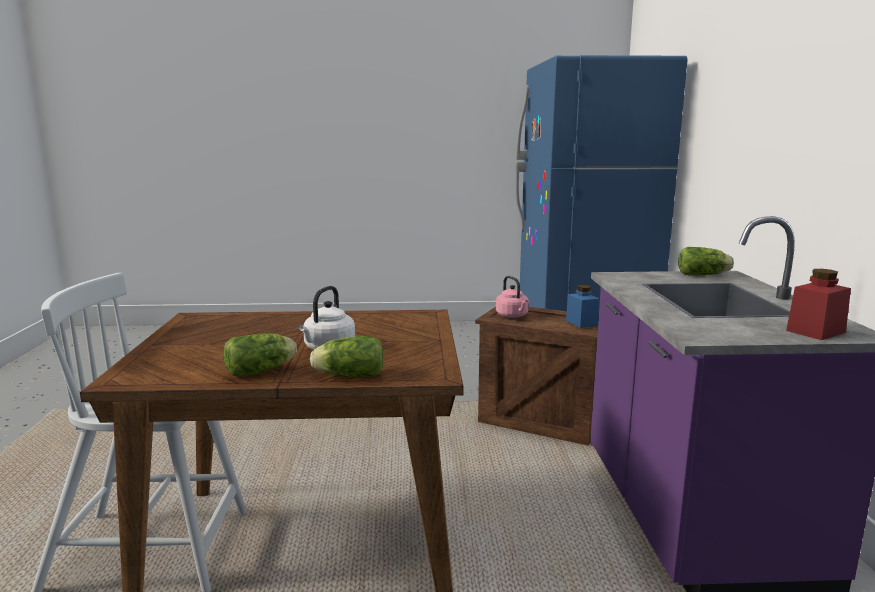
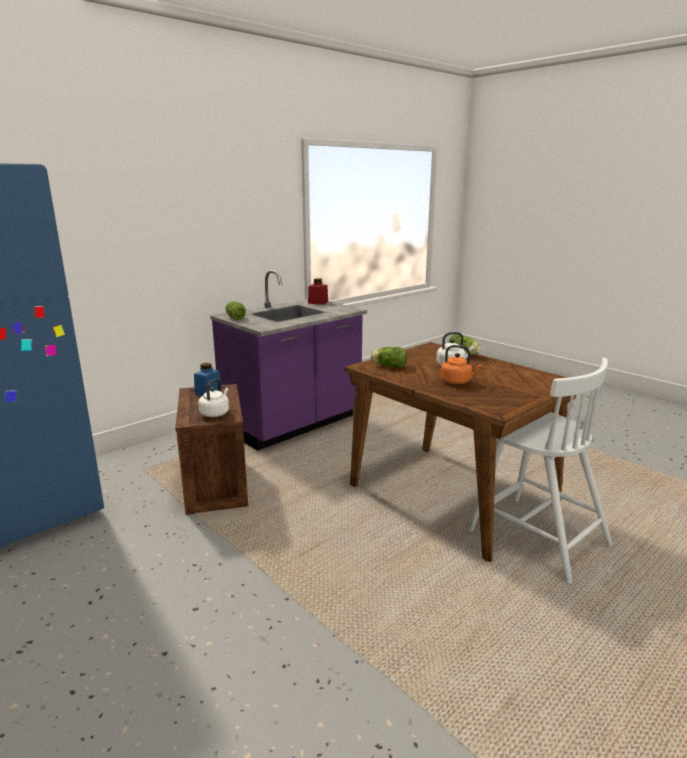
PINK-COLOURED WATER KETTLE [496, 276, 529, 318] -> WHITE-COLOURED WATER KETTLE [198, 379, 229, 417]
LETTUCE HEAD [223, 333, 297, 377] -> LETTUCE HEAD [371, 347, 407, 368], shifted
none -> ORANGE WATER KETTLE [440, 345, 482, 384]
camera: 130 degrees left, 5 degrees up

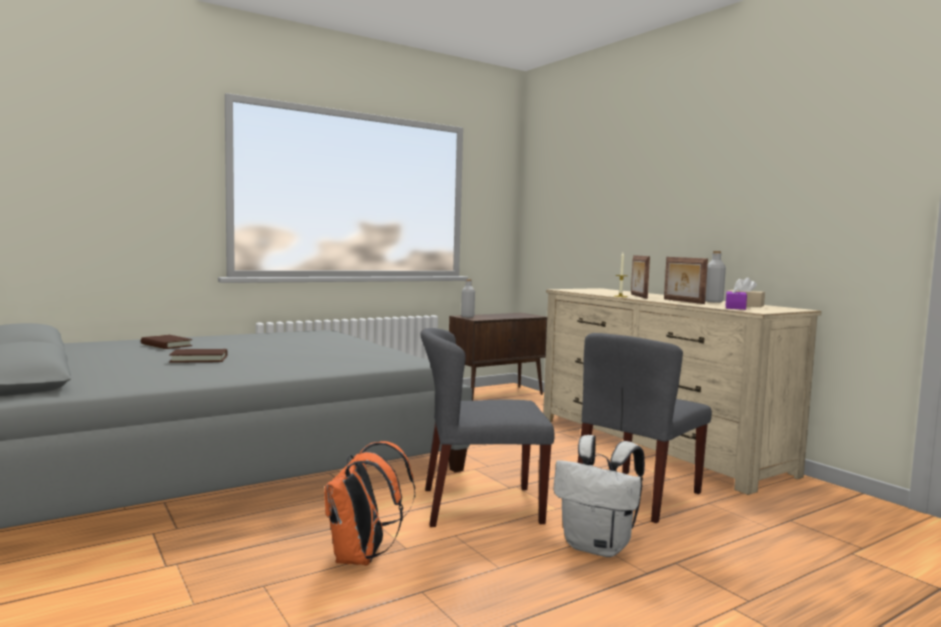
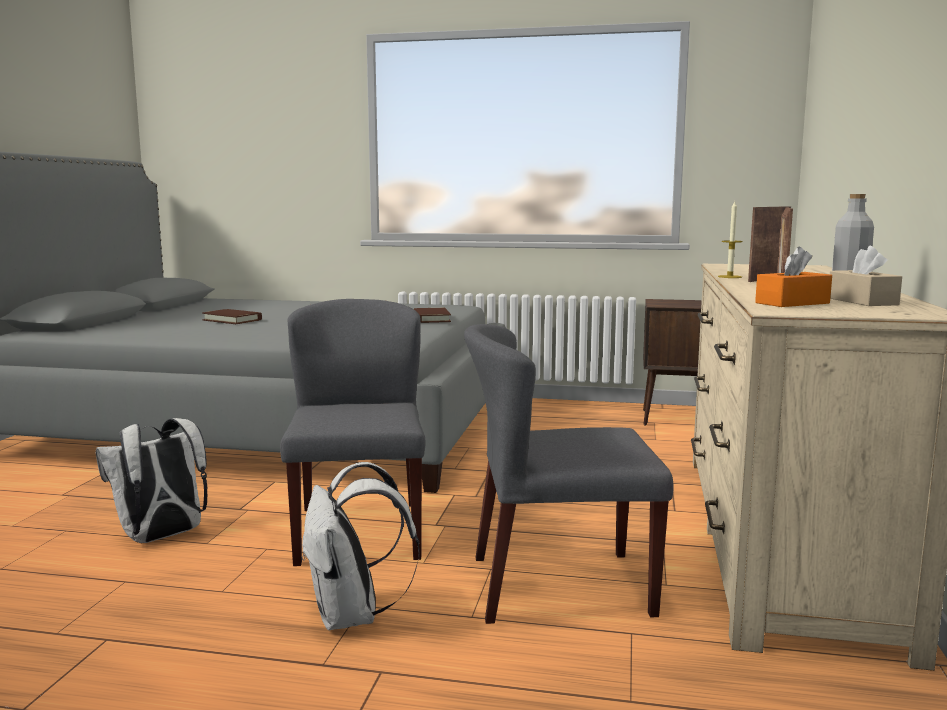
ORANGE BACKPACK [324, 441, 415, 565] -> WHITE-COLOURED BACKPACK [96, 418, 208, 543]
GREY CHAIR [420, 328, 554, 527] -> GREY CHAIR [280, 299, 425, 566], 45 degrees clockwise
BROWNISH BOUND BOOK [141, 335, 193, 349] -> BROWNISH BOUND BOOK [414, 308, 451, 323], shifted
PURPLE-COLOURED BOX OF TISSUES [725, 279, 747, 310] -> ORANGE BOX OF TISSUES [755, 247, 832, 307]
GREY BEVERAGE BOTTLE [461, 279, 475, 317] -> none
camera: 45 degrees right, 5 degrees up

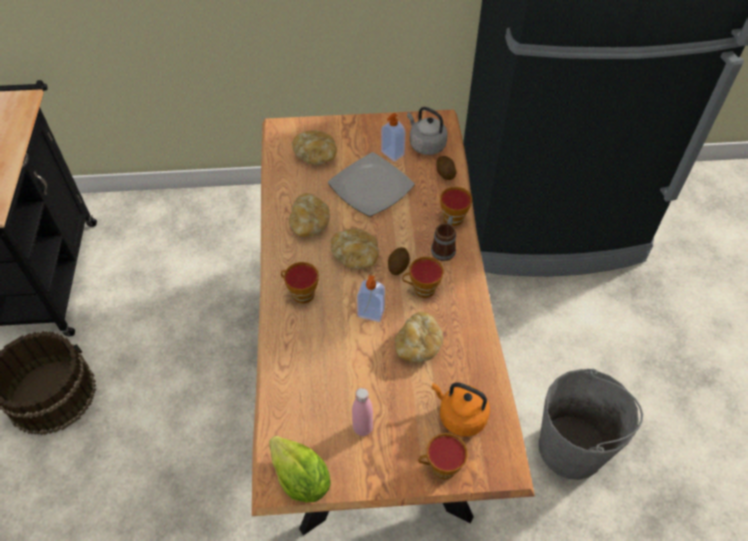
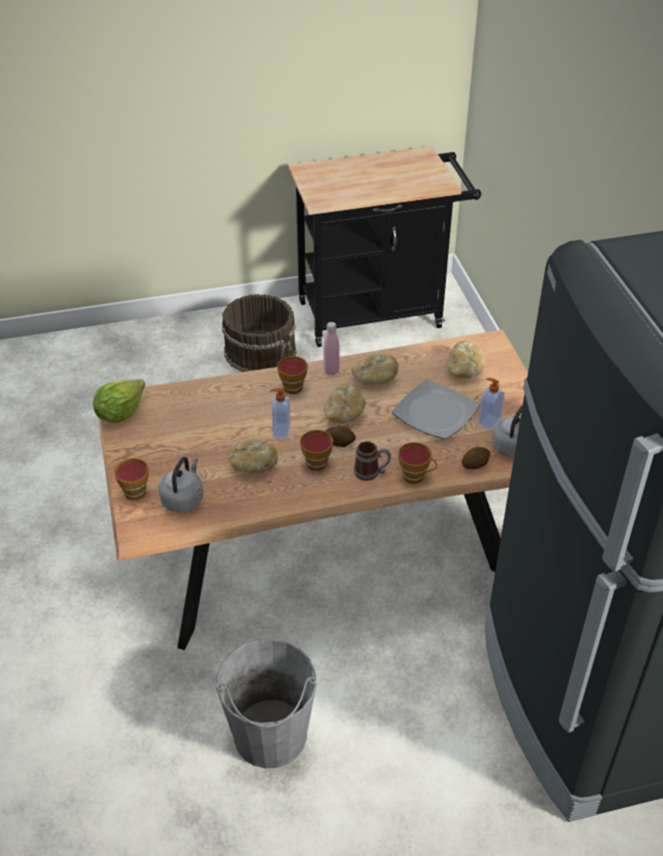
ORANGE WATER KETTLE [432, 383, 490, 437] -> GREY WATER KETTLE [159, 457, 203, 512]
PINK-COLOURED BEVERAGE BOTTLE [352, 388, 373, 436] -> PINK-COLOURED BEVERAGE BOTTLE [323, 322, 339, 375], shifted
camera: 80 degrees right, 10 degrees down

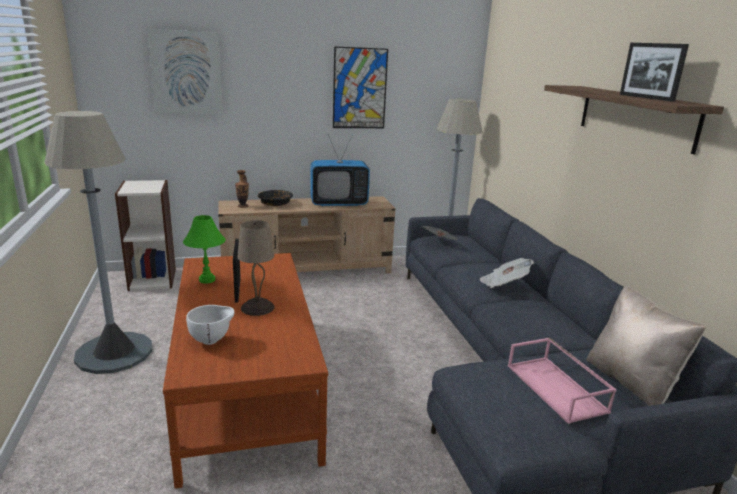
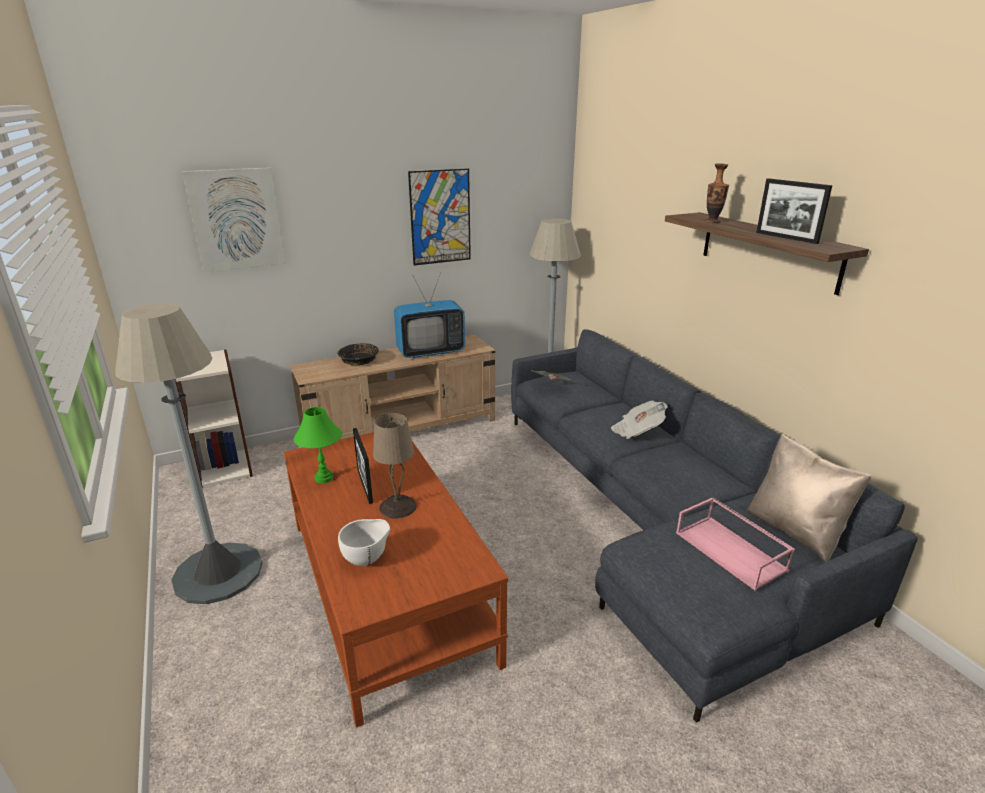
VASE [235, 170, 249, 208] -> VASE [705, 164, 729, 223], shifted
camera: 10 degrees left, 5 degrees up

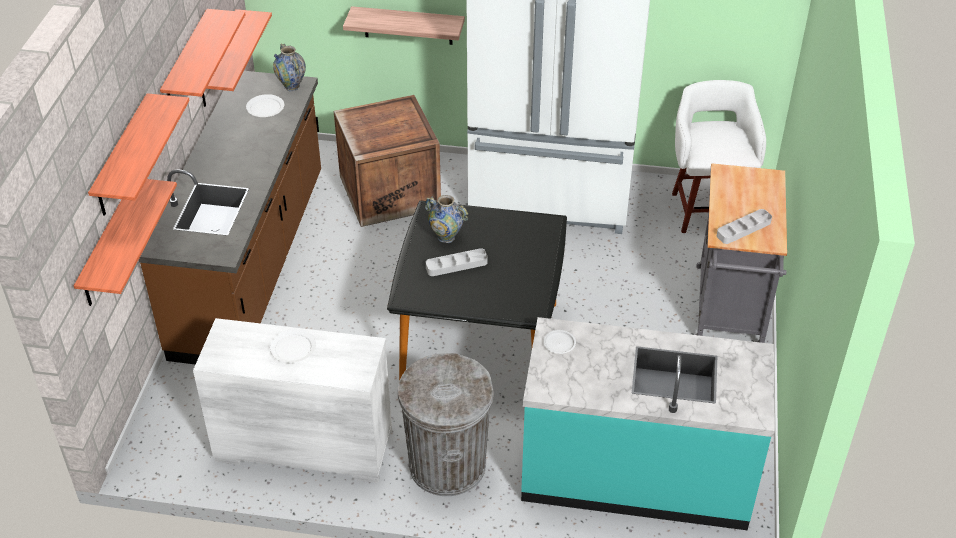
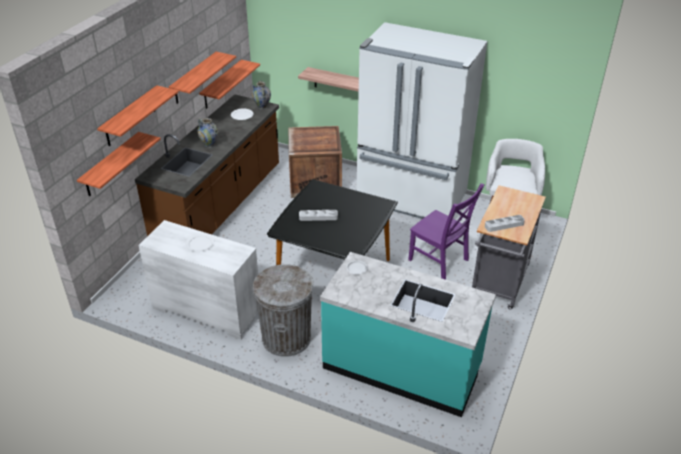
VASE [425, 195, 468, 243] -> VASE [197, 118, 218, 148], shifted
none -> PURPLE-COLOURED CHAIR [408, 183, 485, 280]
camera: 15 degrees right, 5 degrees down

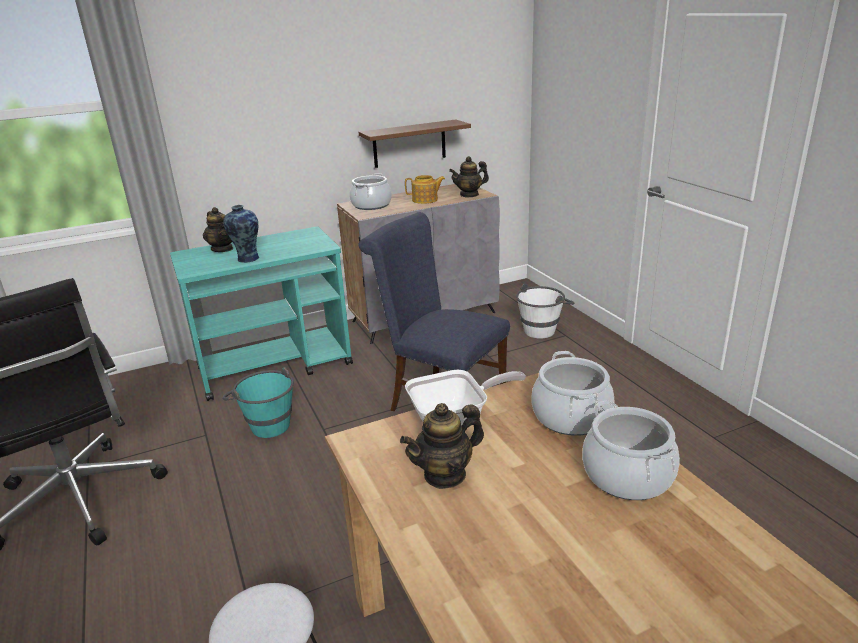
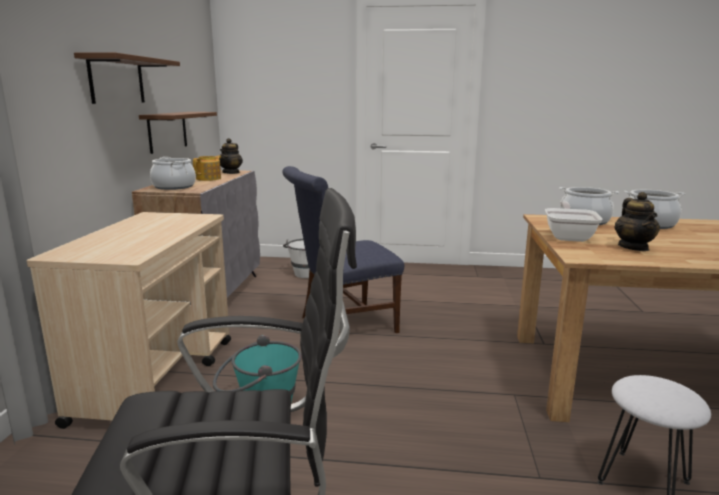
TURQUOISE-COLOURED TROLLEY [170, 226, 353, 401] -> SAND-COLOURED TROLLEY [26, 212, 231, 429]
none -> BROWNISH WALL SHELF [74, 52, 180, 104]
POT FOR TEA [203, 207, 233, 252] -> none
VASE [223, 205, 259, 263] -> none
camera: 60 degrees left, 10 degrees down

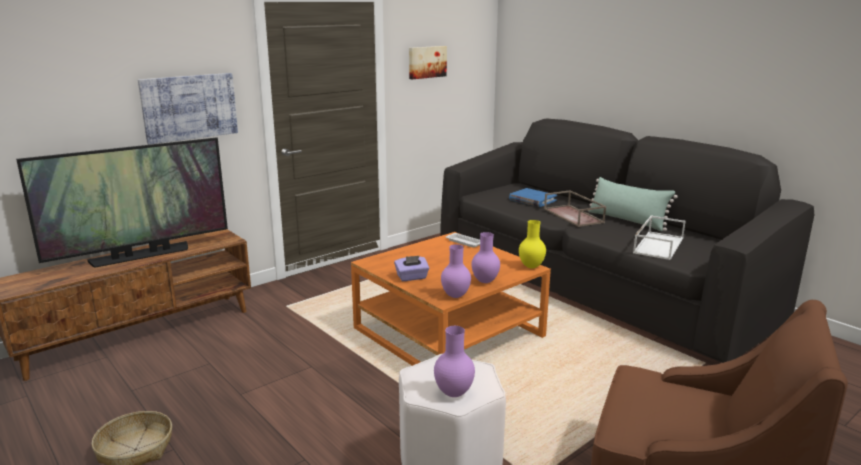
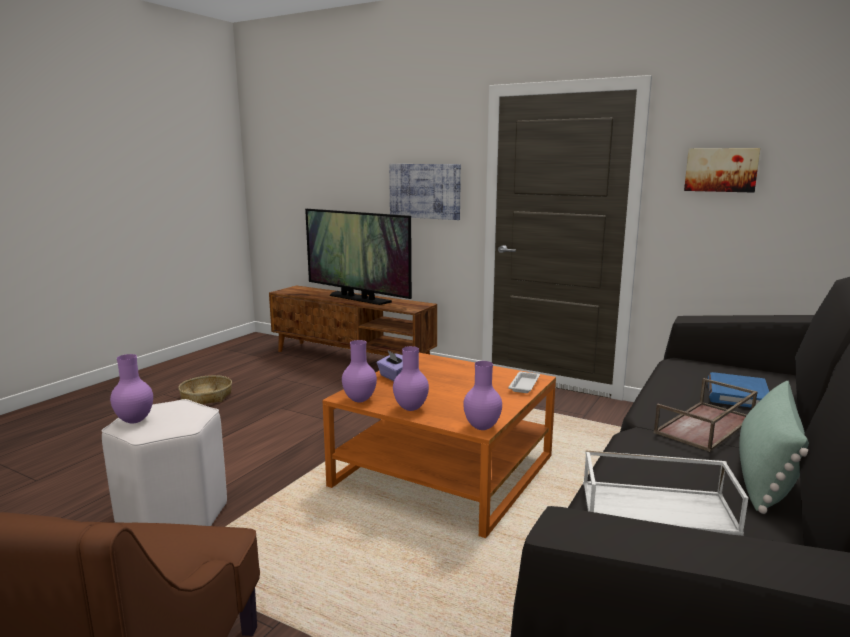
YELLOW-COLOURED VASE [519, 220, 546, 268] -> PURPLE-COLOURED VASE [463, 361, 502, 430]
camera: 70 degrees right, 5 degrees down

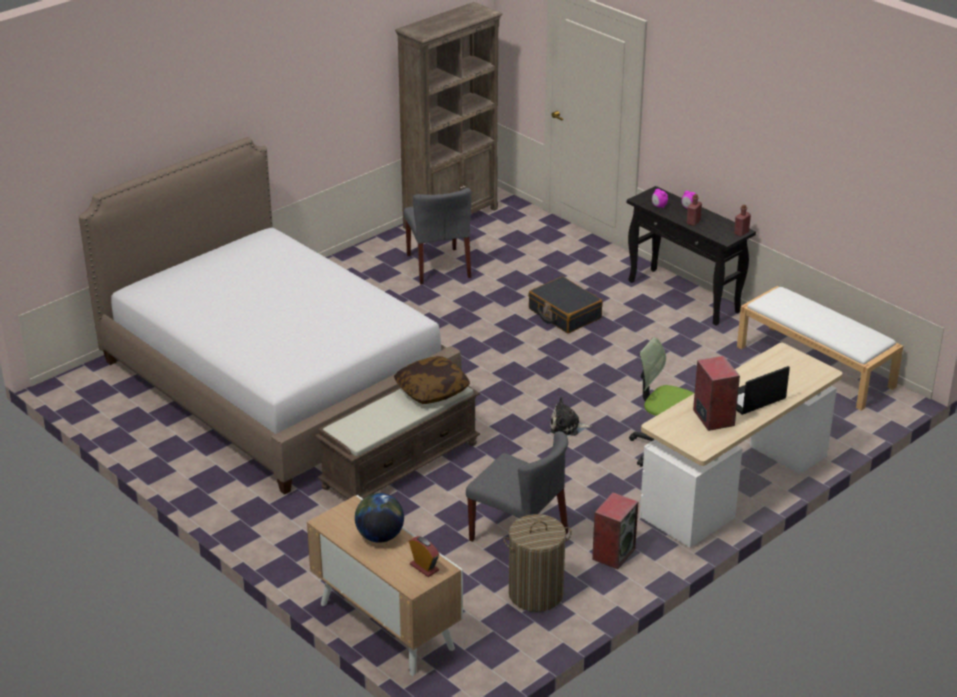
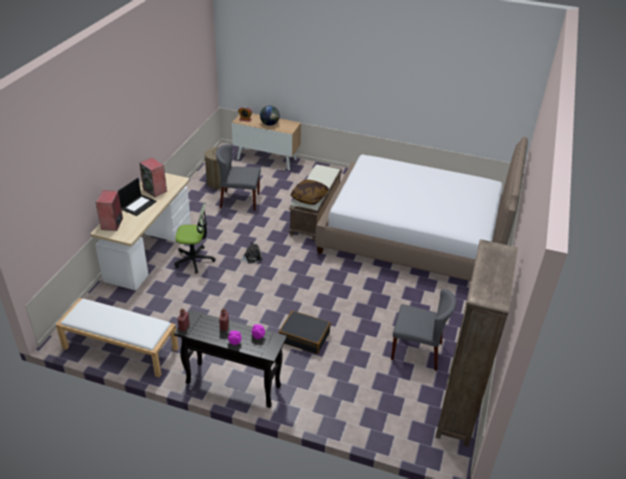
LOUDSPEAKER [592, 492, 638, 570] -> LOUDSPEAKER [95, 190, 123, 231], shifted
GREY CHAIR [404, 188, 471, 285] -> GREY CHAIR [391, 289, 456, 371], 150 degrees clockwise
camera: 150 degrees right, 5 degrees up

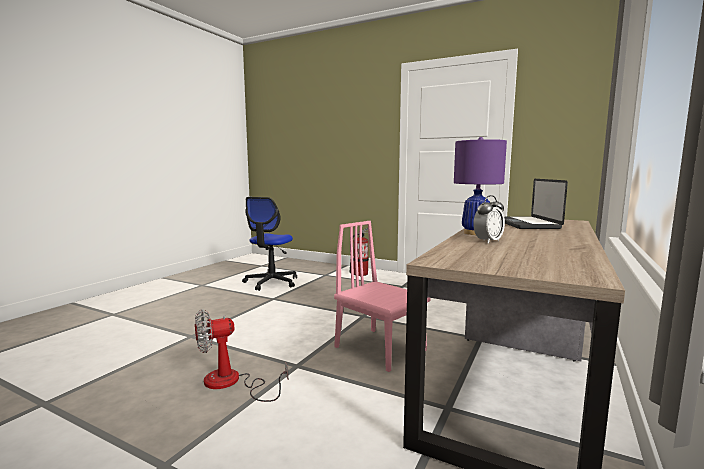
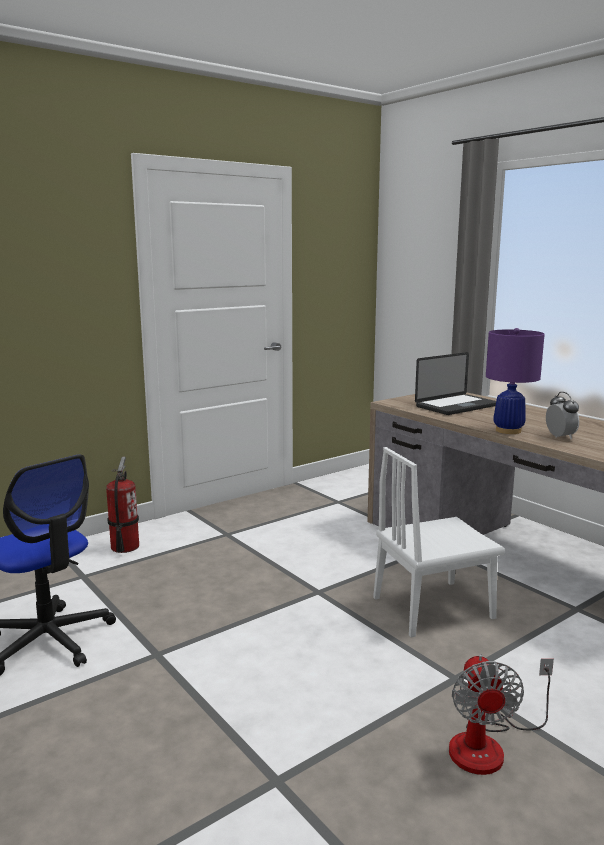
PINK-COLOURED CHAIR [334, 221, 430, 372] -> WHITE-COLOURED CHAIR [373, 447, 505, 638]
NOTEBOOK COMPUTER [504, 179, 568, 229] -> NOTEBOOK COMPUTER [415, 352, 496, 415], 60 degrees counterclockwise
camera: 65 degrees left, 5 degrees up

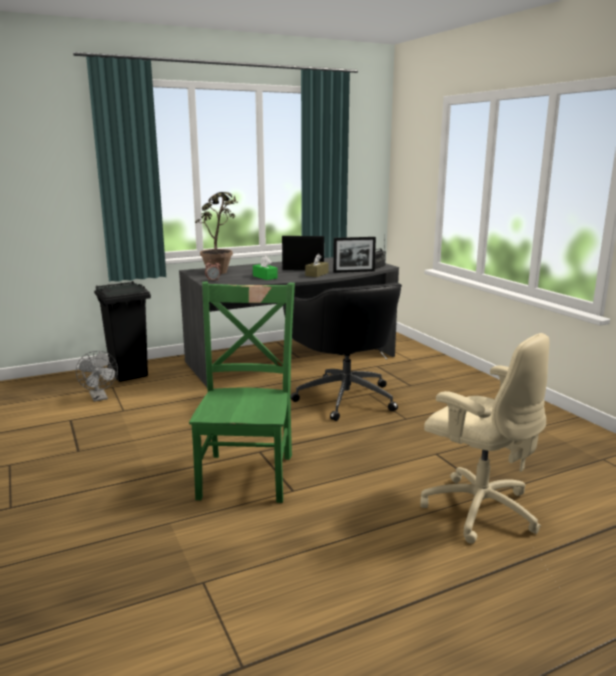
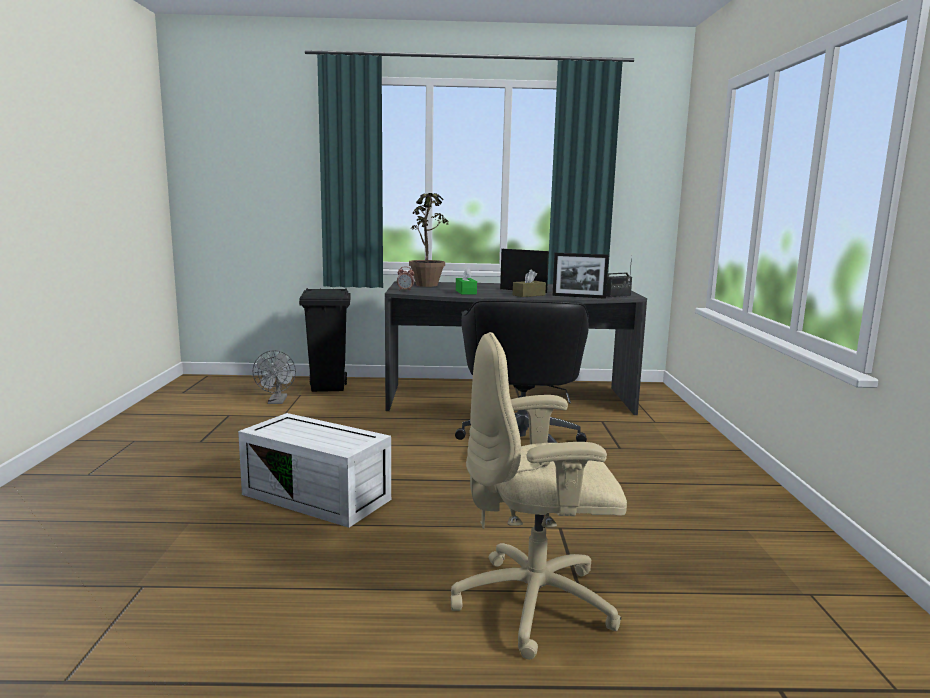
GREEN-COLOURED CHAIR [189, 282, 295, 503] -> WHITE-COLOURED STORAGE BIN [238, 413, 391, 528]
SAND-COLOURED COMPUTER CHAIR [420, 333, 550, 544] -> SAND-COLOURED COMPUTER CHAIR [450, 332, 627, 660], 105 degrees clockwise
camera: 25 degrees right, 5 degrees down

